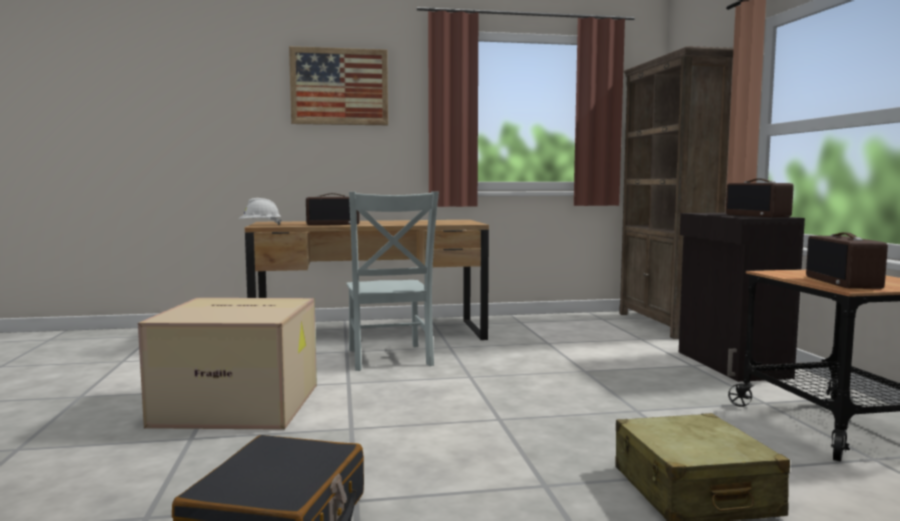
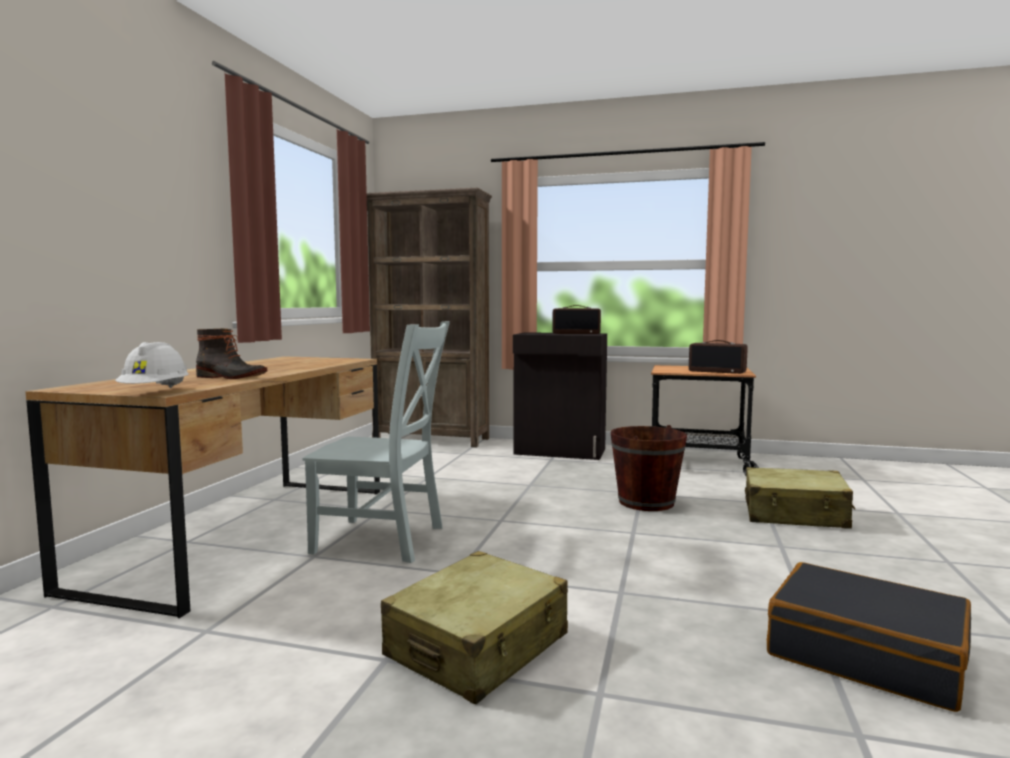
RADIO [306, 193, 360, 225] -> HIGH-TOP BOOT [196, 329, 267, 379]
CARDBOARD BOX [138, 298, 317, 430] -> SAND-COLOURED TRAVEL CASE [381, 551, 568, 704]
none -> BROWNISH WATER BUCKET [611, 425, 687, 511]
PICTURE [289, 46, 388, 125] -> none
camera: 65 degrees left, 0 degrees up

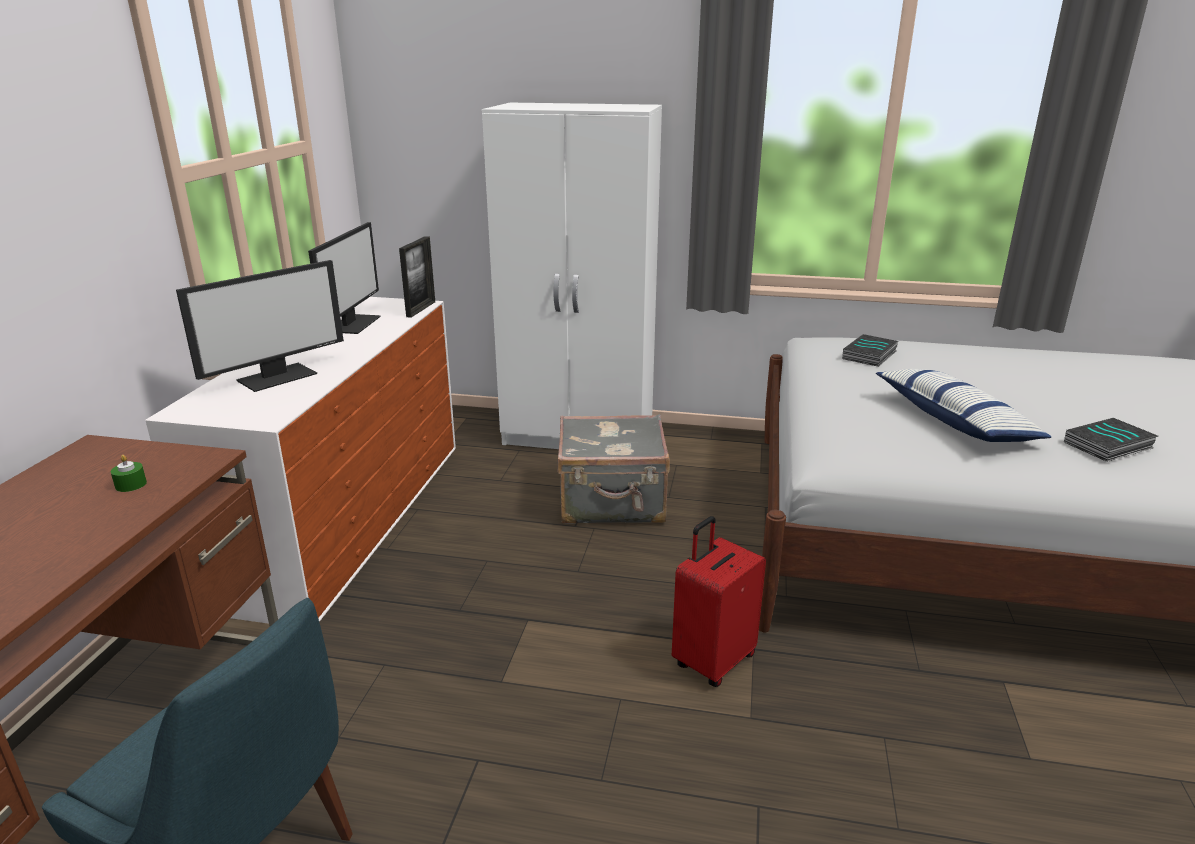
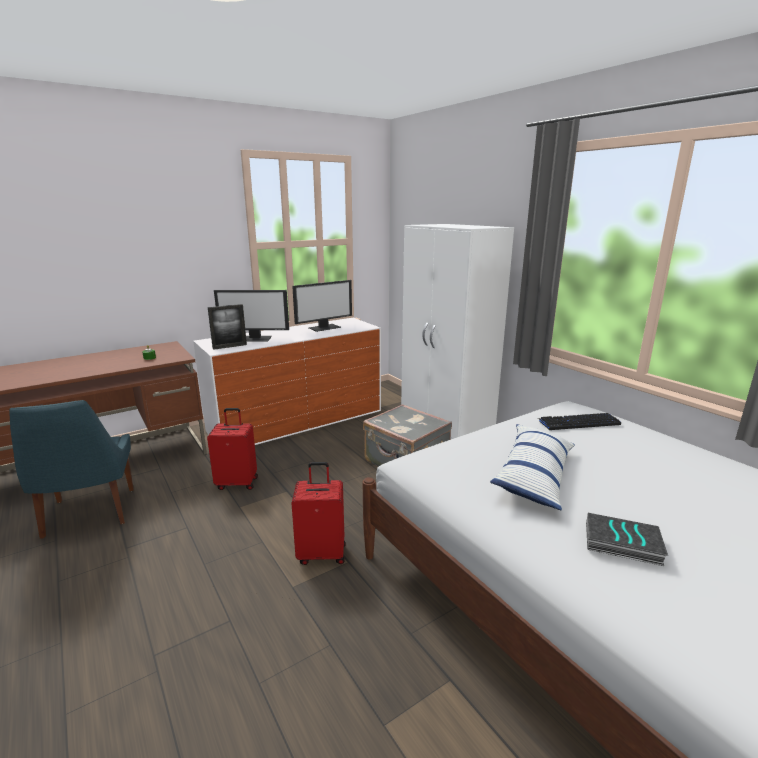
none -> RED TRAVEL CASE [207, 408, 258, 490]
STANDING FRAME [399, 236, 435, 318] -> STANDING FRAME [208, 304, 247, 350], shifted
BOUND BOOK [842, 334, 899, 367] -> PC KEYBOARD [538, 413, 621, 430]
camera: 45 degrees right, 5 degrees down

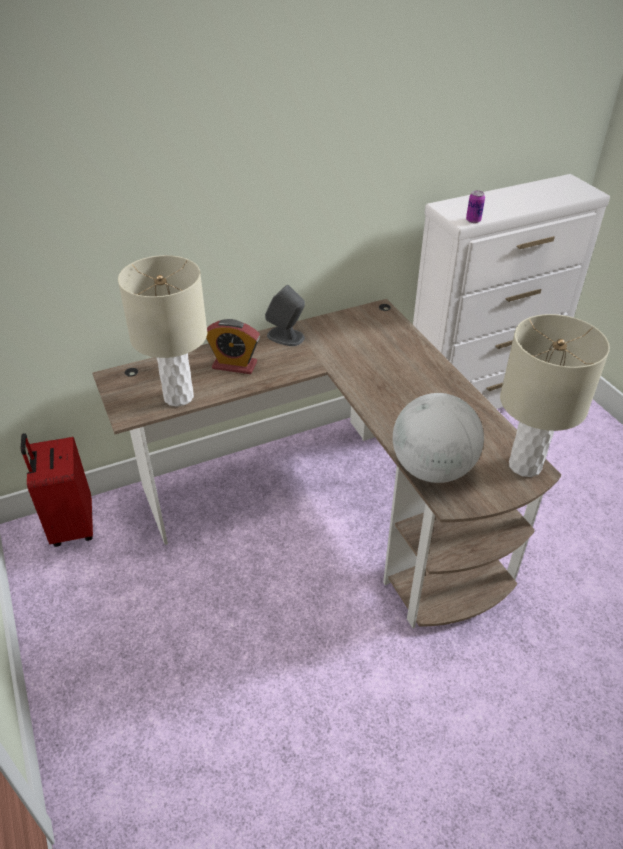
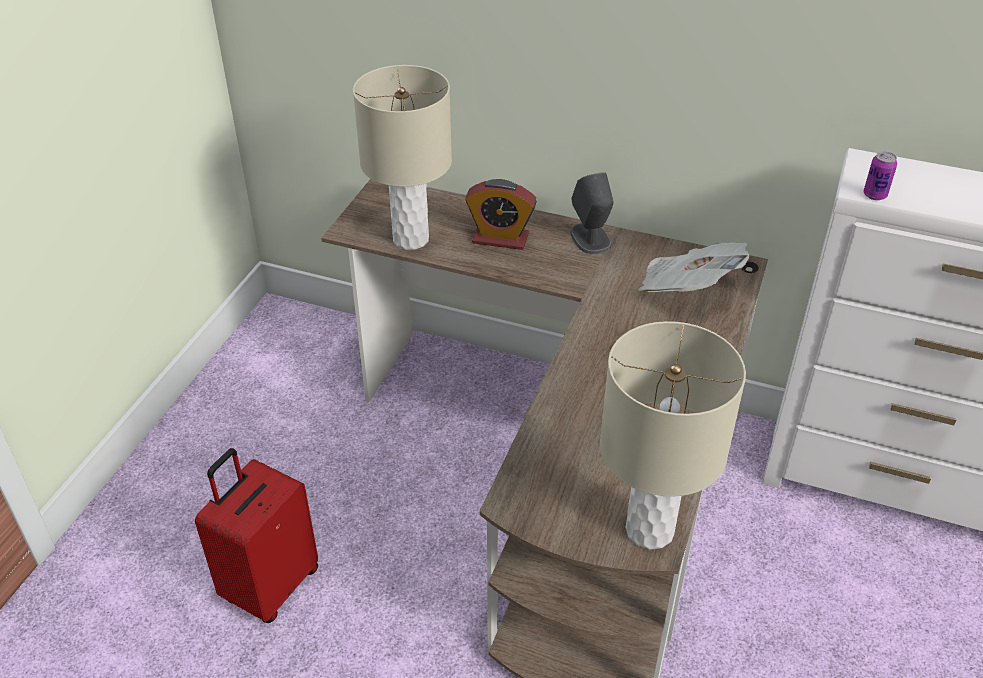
RED TRAVEL CASE [21, 433, 93, 547] -> RED TRAVEL CASE [195, 448, 318, 623], shifted
TABLE CLOCK [206, 319, 260, 374] -> TABLE CLOCK [465, 179, 537, 250], 45 degrees counterclockwise
none -> PRINTED PAPER [638, 243, 749, 292]
WORLD GLOBE [393, 393, 484, 483] -> none
camera: 45 degrees right, 0 degrees up

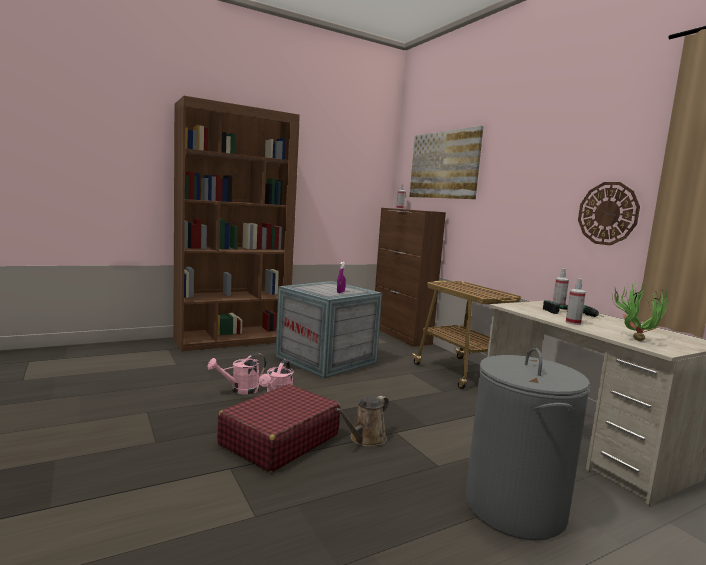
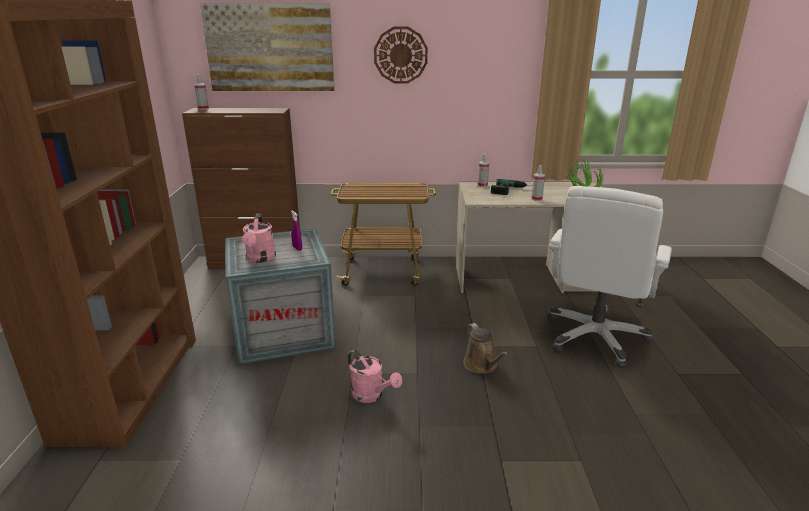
PINK-COLOURED WATERING POT [208, 353, 266, 394] -> PINK-COLOURED WATERING POT [242, 214, 276, 263], shifted
CLOCK ON THE WALL [578, 182, 640, 245] -> CLOCK ON THE WALL [374, 27, 428, 83], shifted
GREY HAMPER [465, 348, 590, 541] -> WHITE-COLOURED COMPUTER CHAIR [548, 186, 672, 368]
RED TRAVEL CASE [217, 384, 340, 472] -> none
camera: 60 degrees left, 15 degrees up

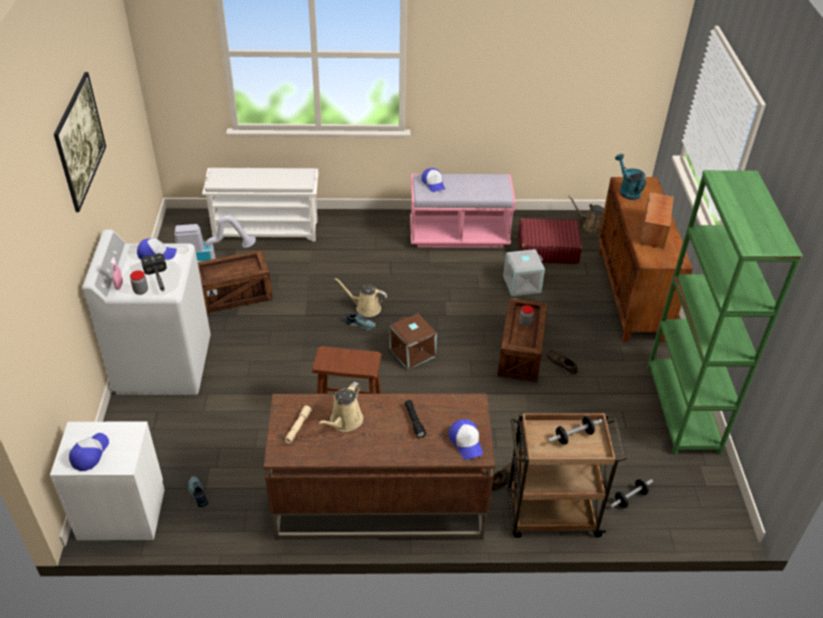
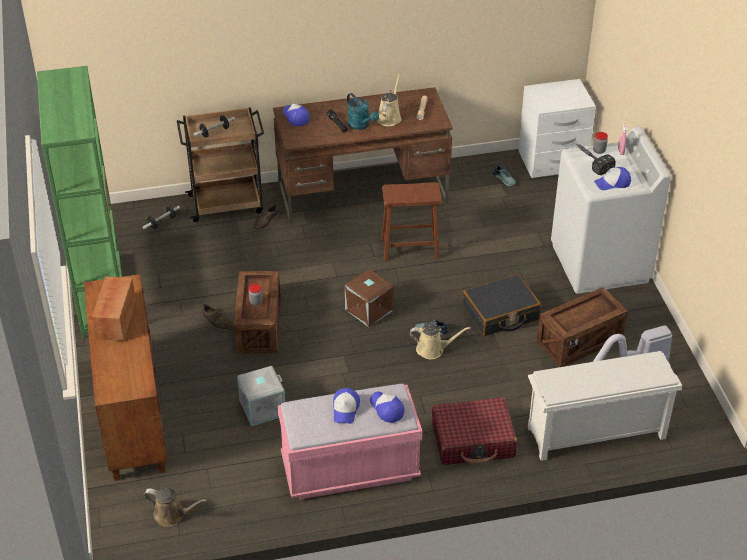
BASEBALL CAP [69, 433, 109, 471] -> BASEBALL CAP [333, 388, 360, 424], shifted
TURQUOISE-COLOURED WATERING POT [615, 154, 646, 200] -> TURQUOISE-COLOURED WATERING POT [347, 93, 379, 130], shifted
RED TRAVEL CASE [518, 218, 582, 264] -> RED TRAVEL CASE [432, 397, 517, 465], shifted
none -> BLACKISH TRAVEL CASE [463, 274, 541, 336]
PICTURE [54, 72, 106, 212] -> none
camera: 170 degrees right, 0 degrees up

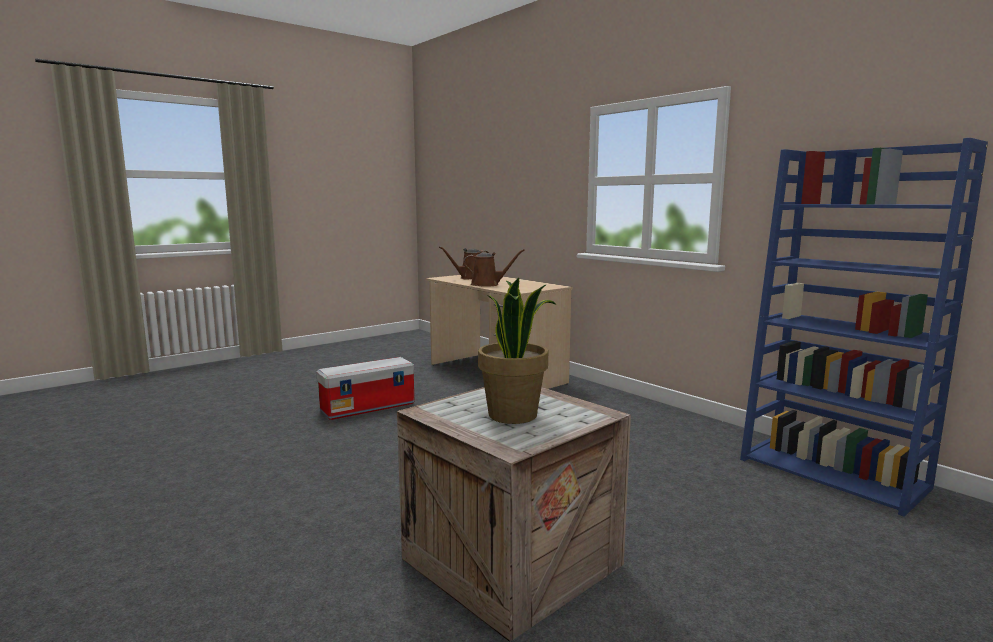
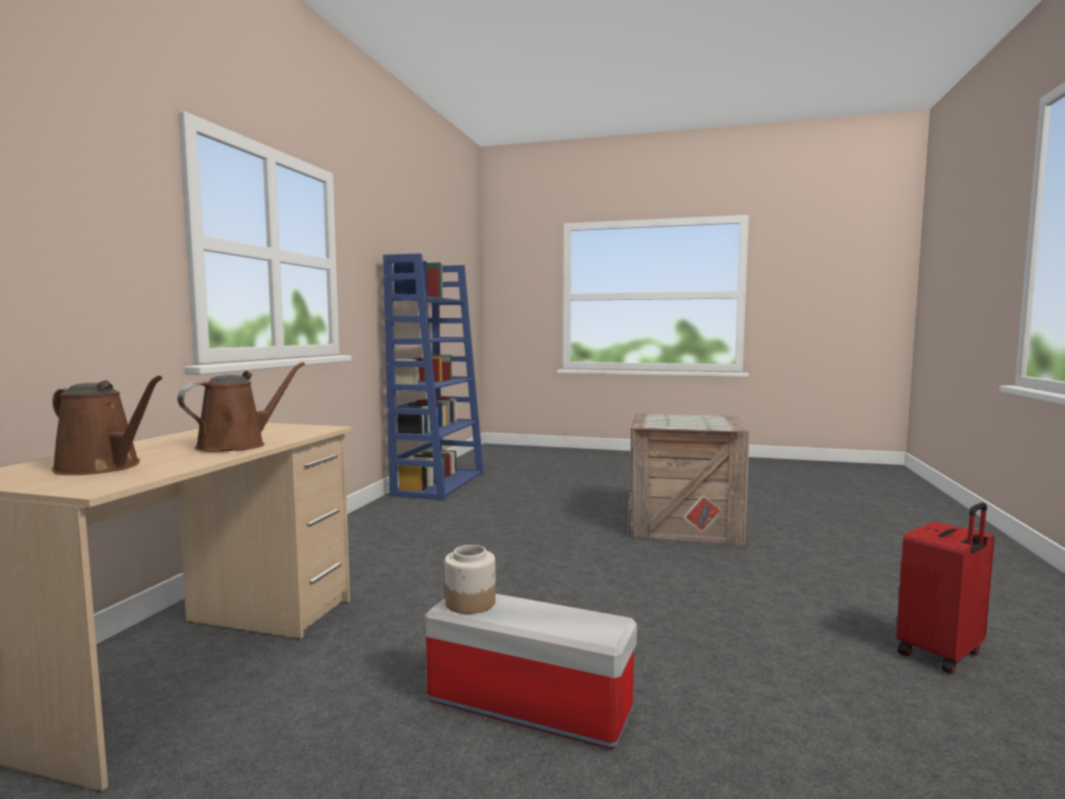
BROWNISH WATERING POT [464, 249, 525, 287] -> BROWNISH WATERING POT [178, 362, 305, 452], 60 degrees clockwise
none -> PRESERVE JAR [445, 545, 496, 614]
none -> RED TRAVEL CASE [896, 502, 994, 674]
HOUSEPLANT [478, 277, 557, 424] -> none
camera: 125 degrees left, 5 degrees down

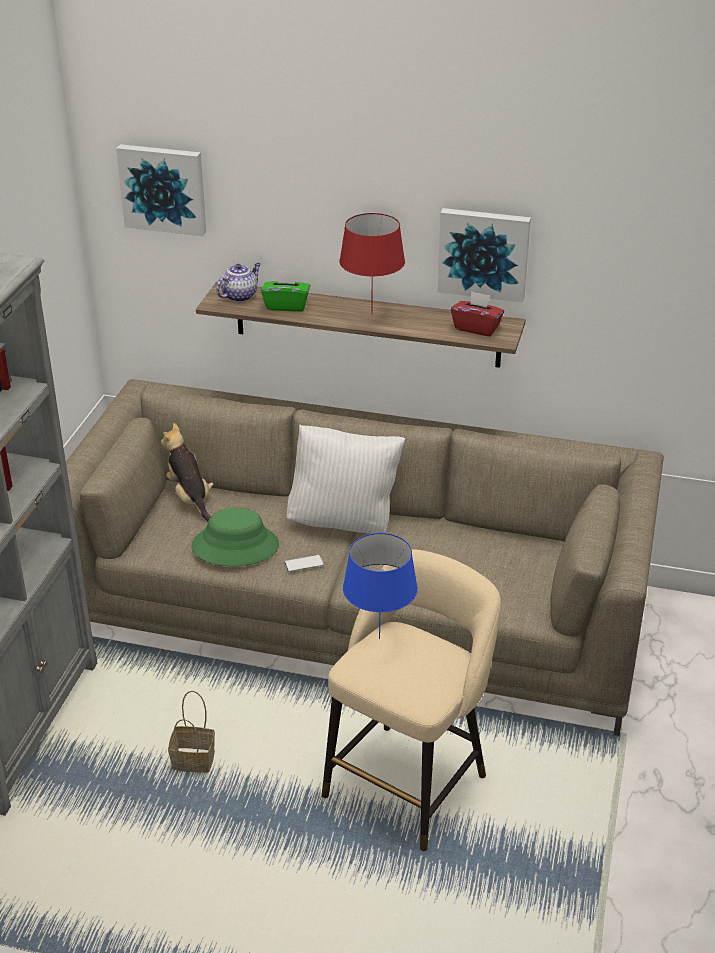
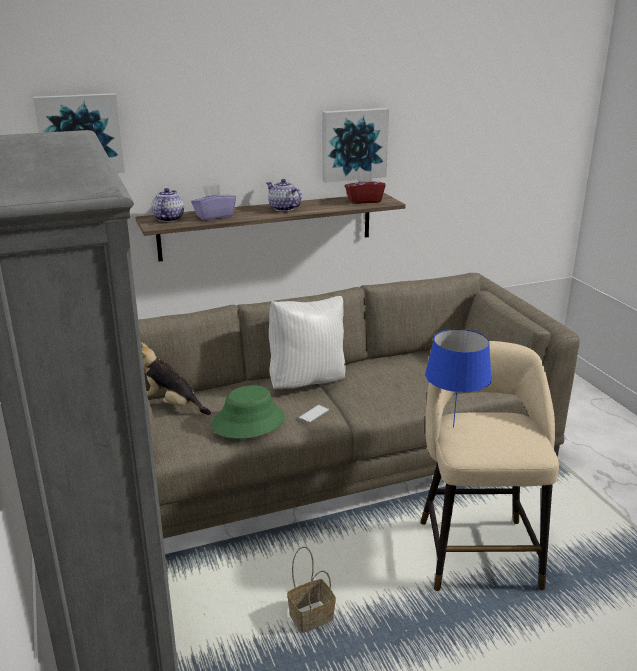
GREEN-COLOURED BOX OF TISSUES [261, 271, 310, 312] -> PURPLE-COLOURED BOX OF TISSUES [191, 184, 236, 220]
RED TABLE LAMP [339, 213, 405, 315] -> POT FOR TEA [266, 179, 302, 211]
camera: 35 degrees left, 10 degrees down

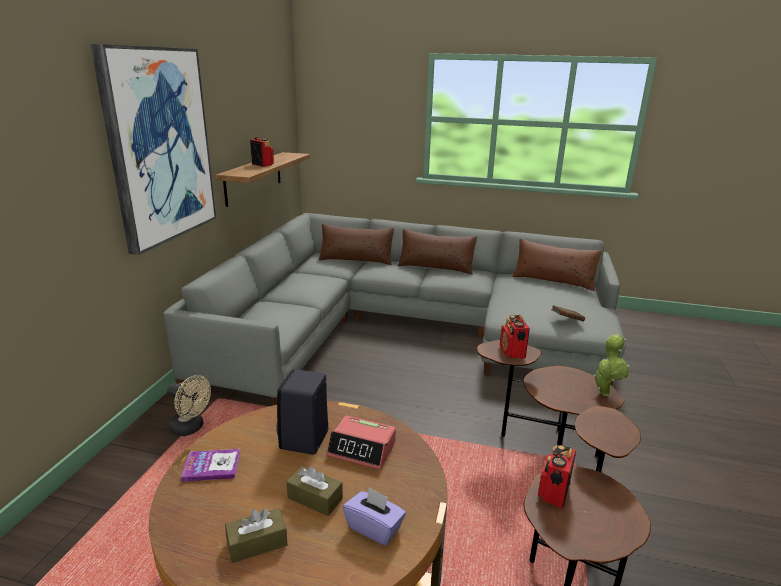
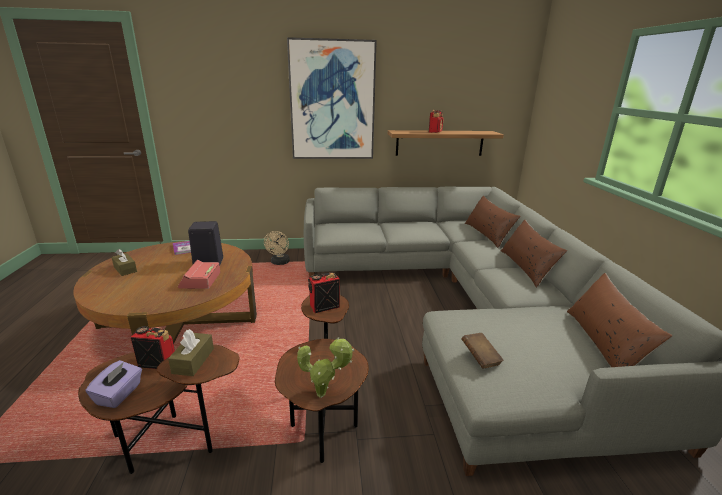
PURPLE-COLOURED BOX OF TISSUES [343, 487, 406, 546] -> PURPLE-COLOURED BOX OF TISSUES [85, 360, 142, 408], shifted
BROWNISH BOX OF TISSUES [287, 466, 343, 516] -> BROWNISH BOX OF TISSUES [168, 329, 214, 376], shifted
camera: 70 degrees right, 0 degrees up

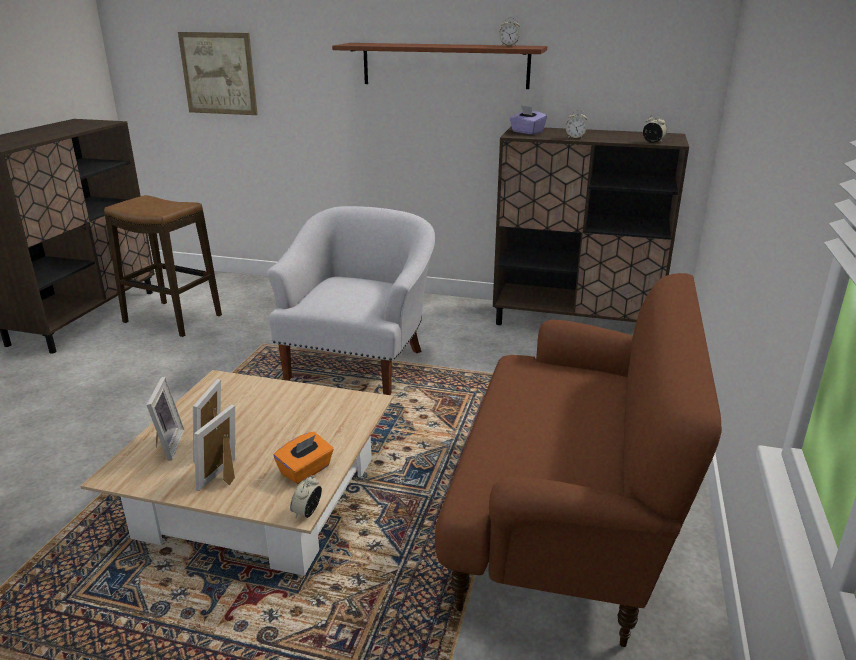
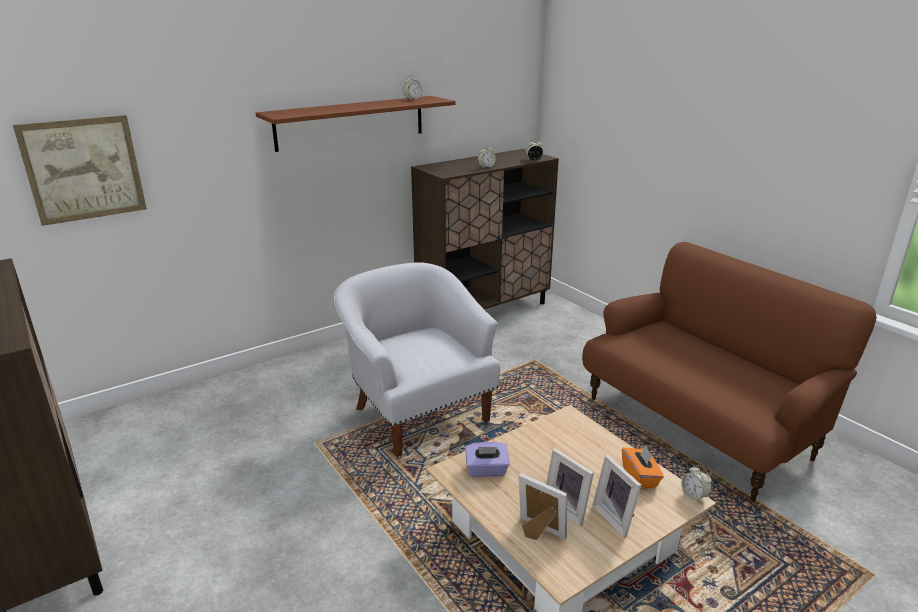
PURPLE-COLOURED BOX OF TISSUES [510, 105, 547, 135] -> PURPLE-COLOURED BOX OF TISSUES [465, 442, 510, 477], shifted
STOOL SEAT [104, 195, 222, 337] -> none
camera: 50 degrees left, 0 degrees up

